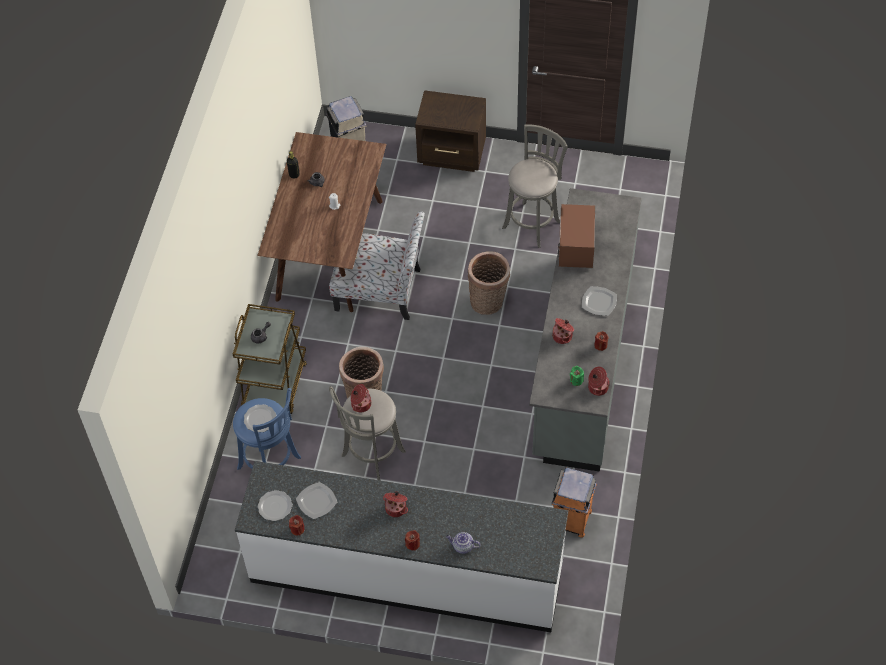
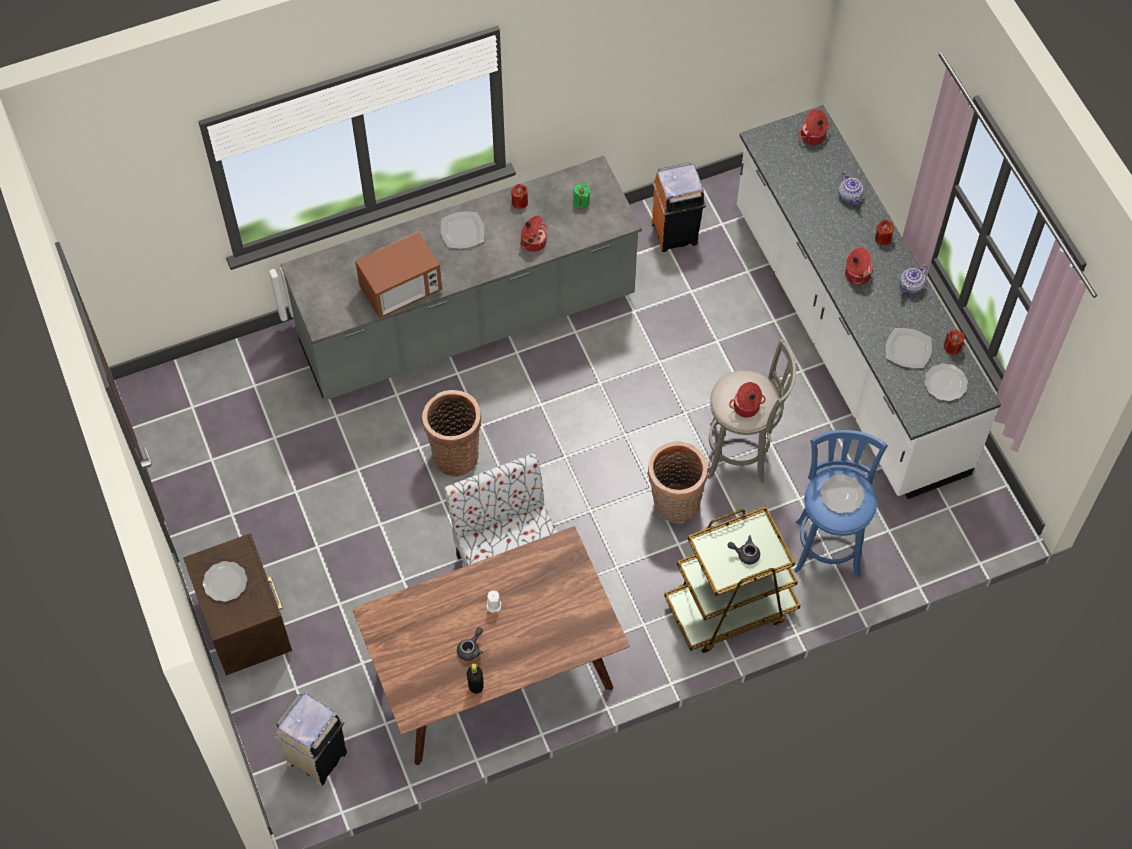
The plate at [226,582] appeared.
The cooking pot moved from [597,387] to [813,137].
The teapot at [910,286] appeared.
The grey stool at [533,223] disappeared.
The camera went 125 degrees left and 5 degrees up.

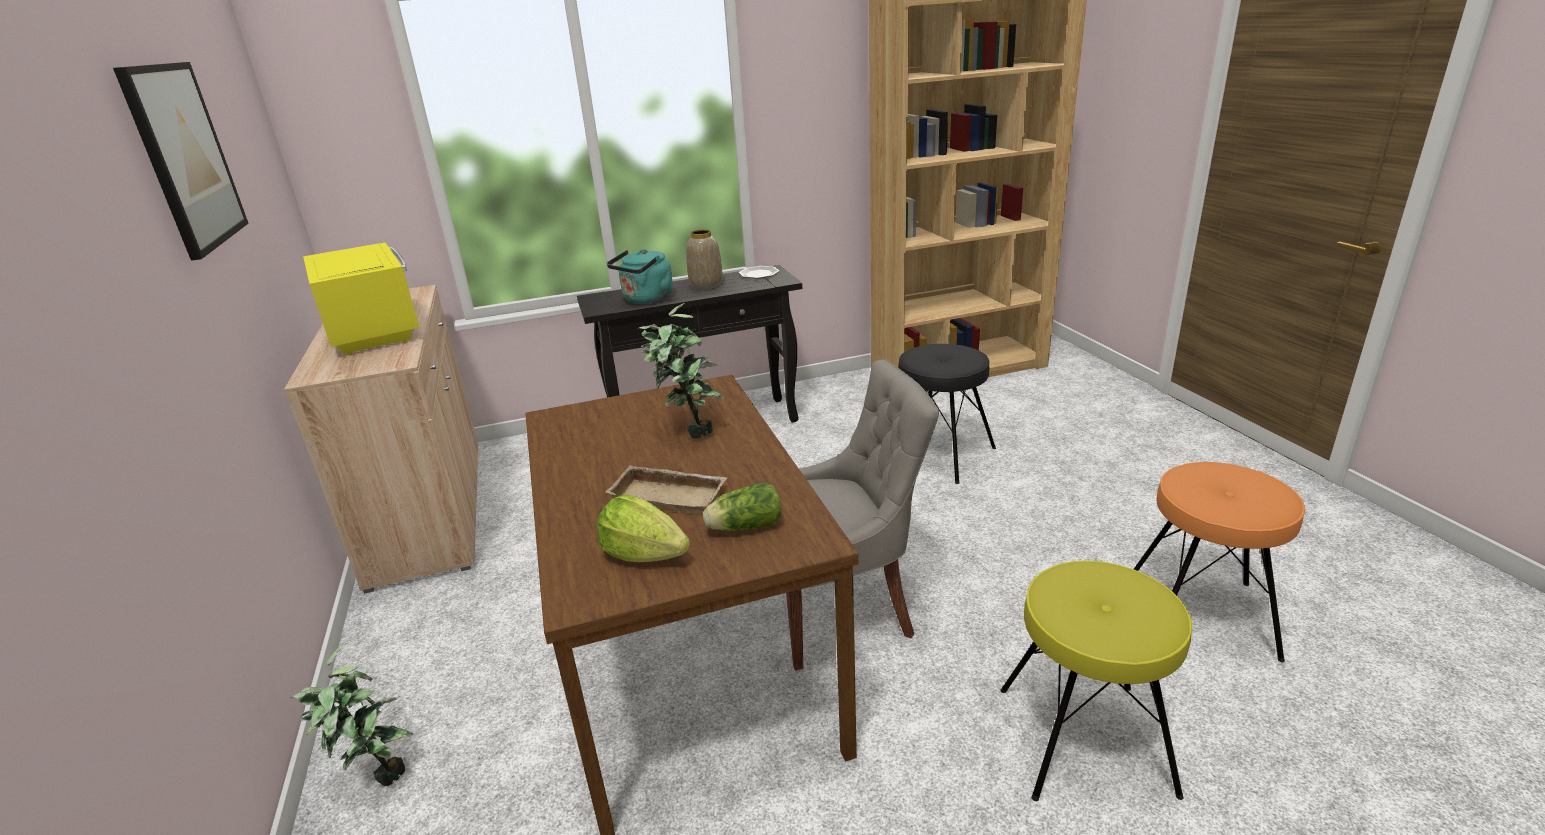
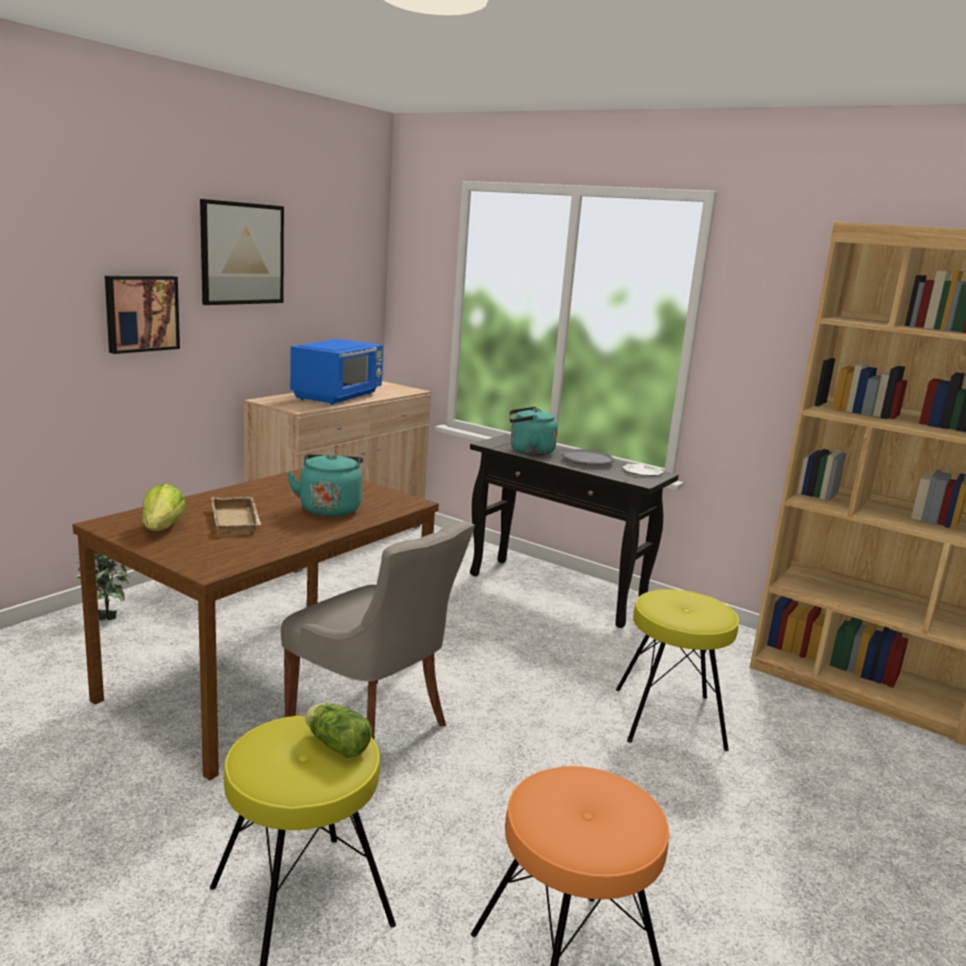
The picture at [141,313] appeared.
The potted plant at [688,432] was replaced by the turquoise kettle at [330,508].
The yellow microwave at [374,331] became the blue microwave at [338,396].
The lettuce moved from [743,527] to [335,744].
The vase at [705,285] was replaced by the grey plate at [587,461].
The black stool at [940,453] became the yellow stool at [670,718].
The camera went 50 degrees right and 10 degrees down.

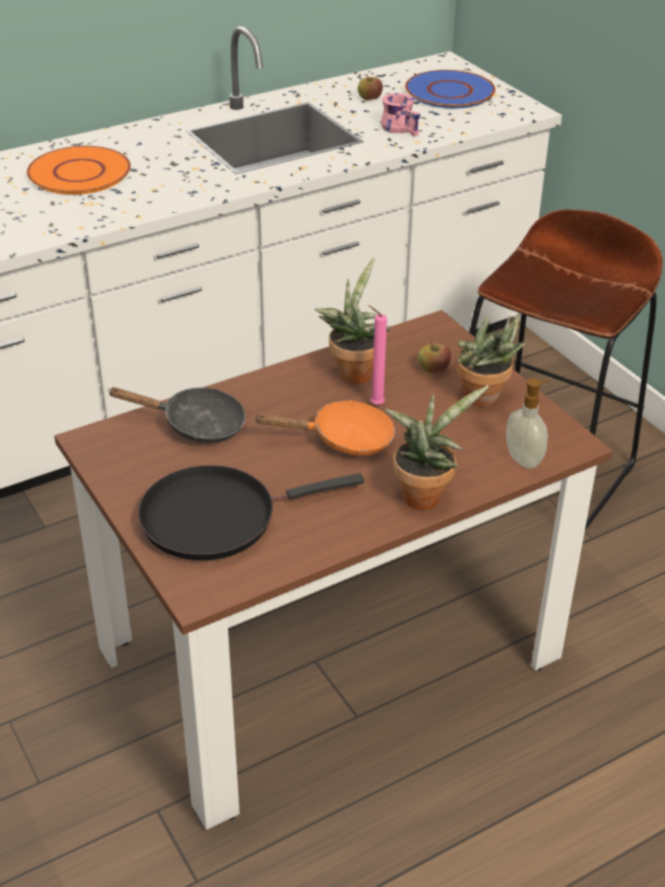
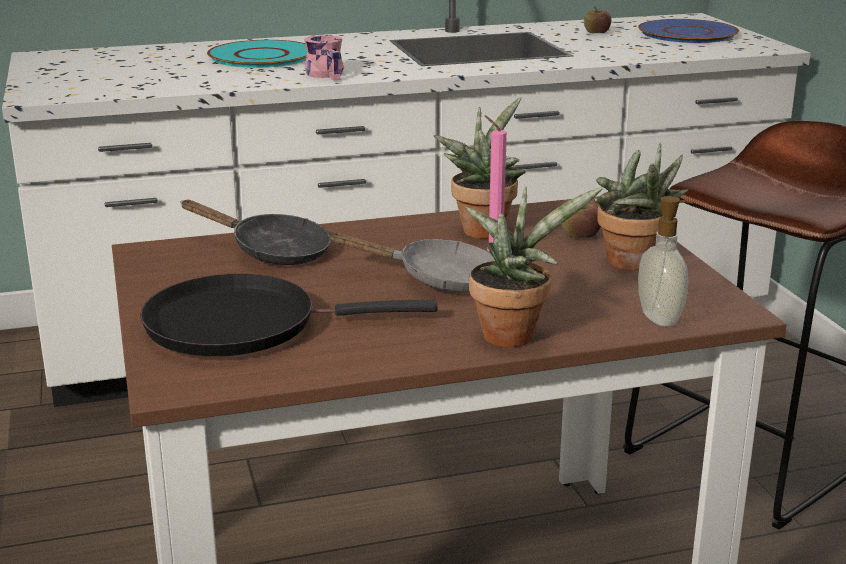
The orange plate at [79,173] became the turquoise plate at [262,56].
The pink mug moved from [402,128] to [329,74].
The orange frying pan at [344,439] became the grey frying pan at [438,279].
The camera went 15 degrees right and 15 degrees down.

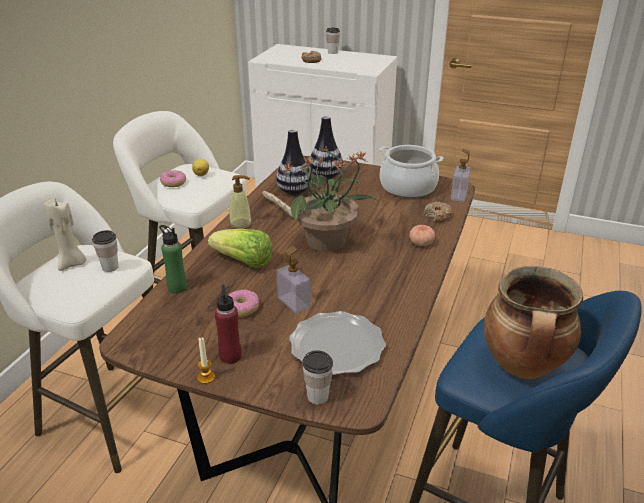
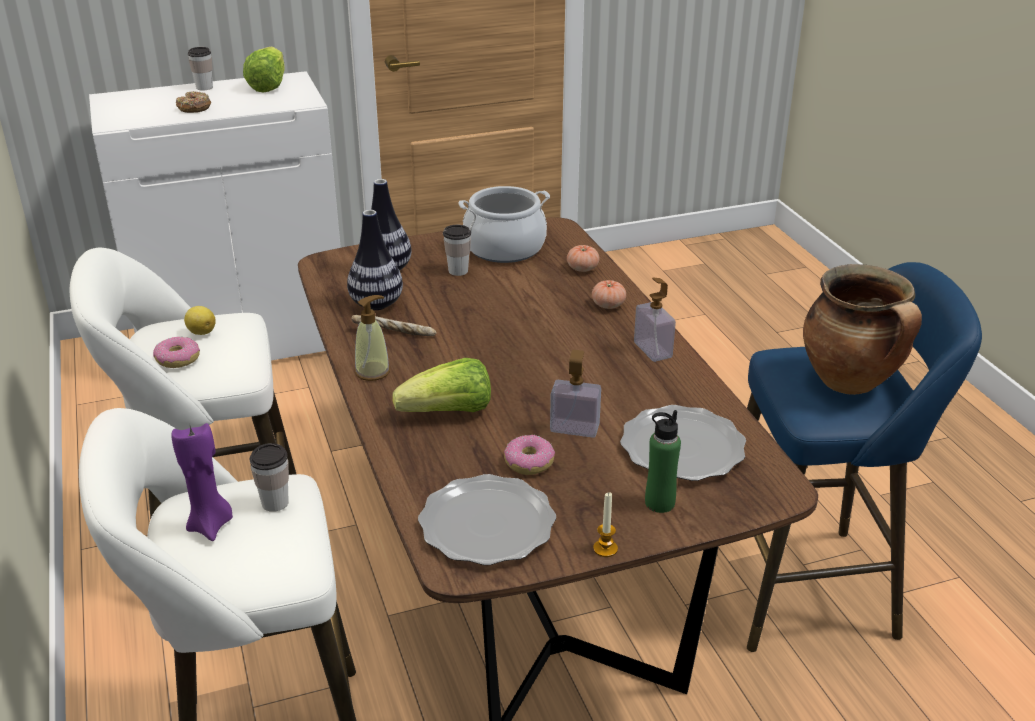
The beige candle at [72,264] became the purple candle at [211,525].
The lettuce at [268,85] appeared.
The plate at [486,525] appeared.
The cup moved from [317,396] to [458,271].
The donut at [437,216] was replaced by the tomato at [582,268].
The soap dispenser moved from [459,195] to [652,350].
The green bottle moved from [177,288] to [659,503].
The red bottle at [230,356] disappeared.
The potted plant at [327,241] disappeared.
The camera went 40 degrees left and 0 degrees up.

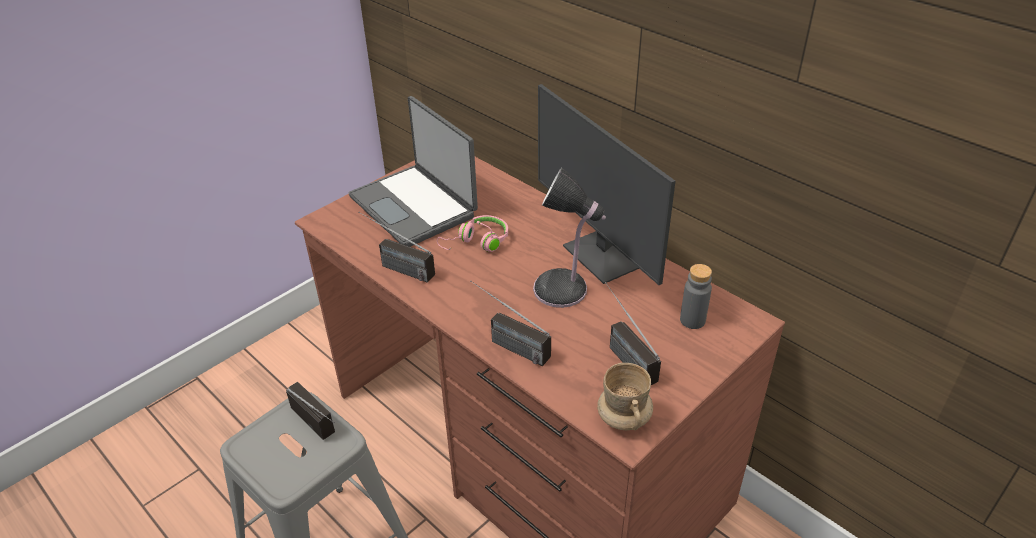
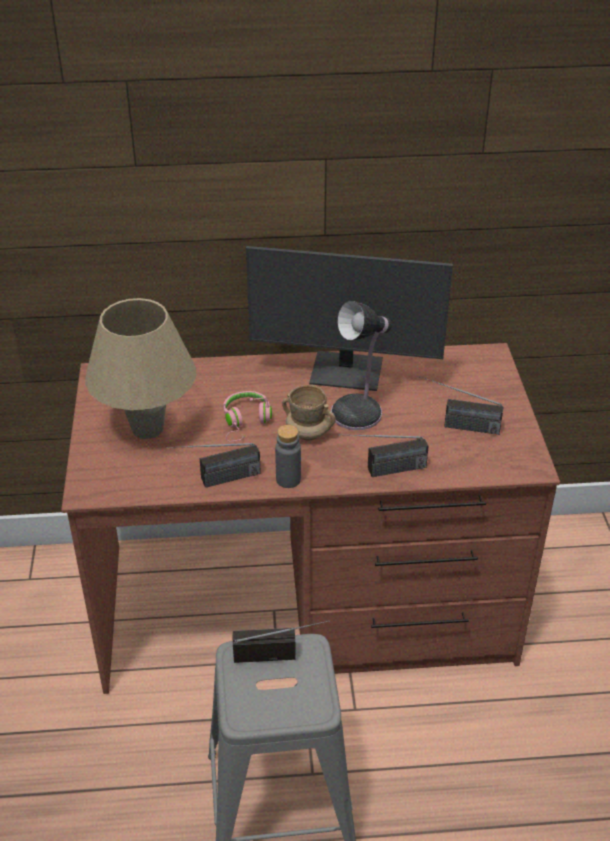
The laptop at [415,206] was replaced by the beige table lamp at [147,428].
The grey bottle moved from [692,320] to [288,479].
The beige mug moved from [624,418] to [308,433].
The camera went 50 degrees left and 0 degrees up.

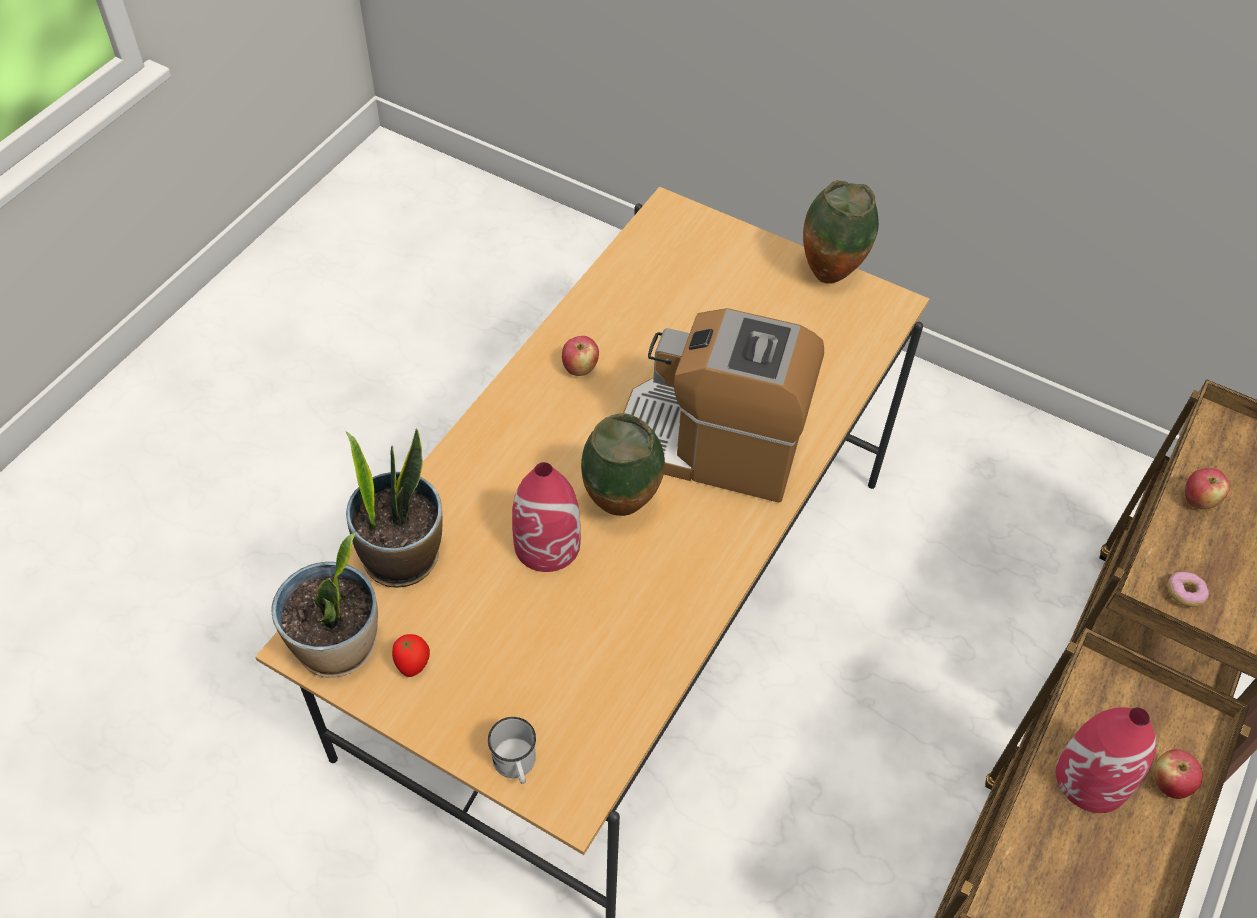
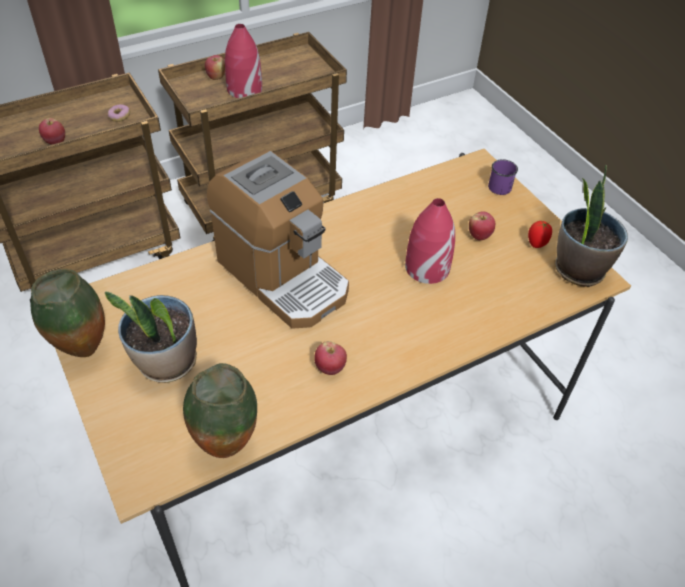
The potted plant moved from [402,556] to [166,363].
The vase moved from [622,509] to [225,445].
The apple at [479,236] appeared.
The white mug at [516,765] became the purple mug at [500,185].
The camera went 150 degrees left and 5 degrees down.

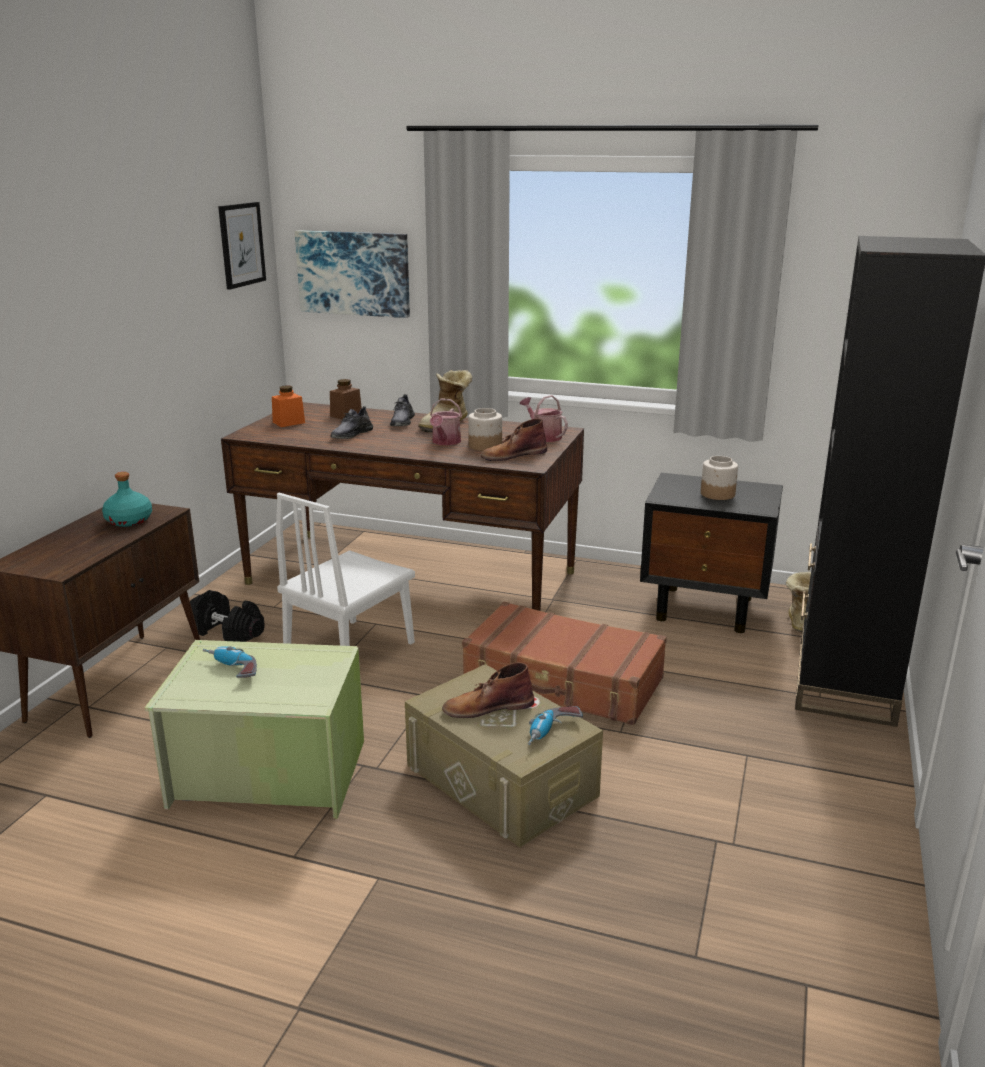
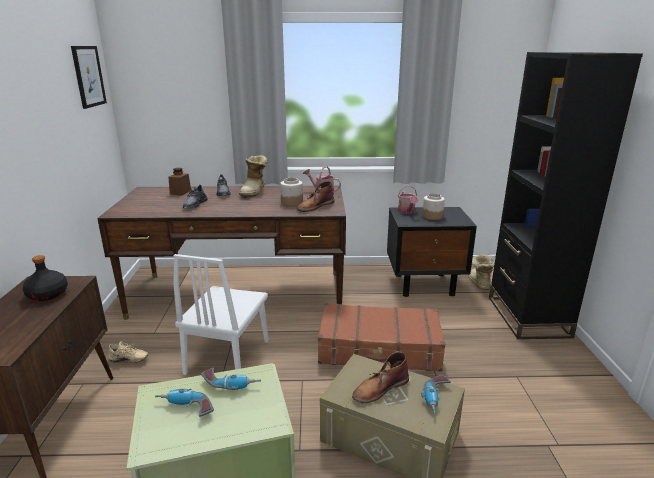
The turquoise bottle at [128,521] became the black bottle at [47,294].
The black dumbbell at [228,633] was replaced by the beige shoe at [128,361].
The power drill at [231,384] appeared.
The watering can moved from [445,442] to [407,212].
The orange jar at [288,422] disappeared.
The picture at [354,273] disappeared.
The camera went 20 degrees left and 0 degrees up.

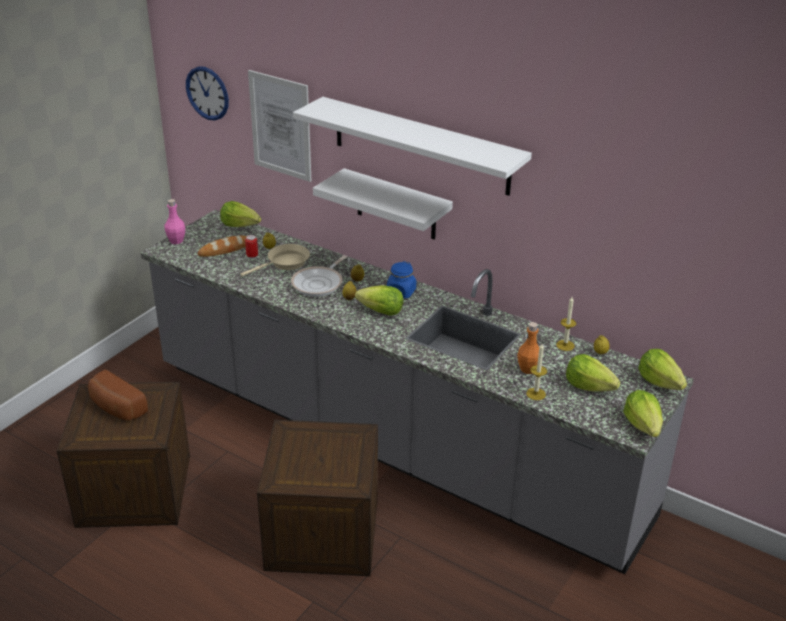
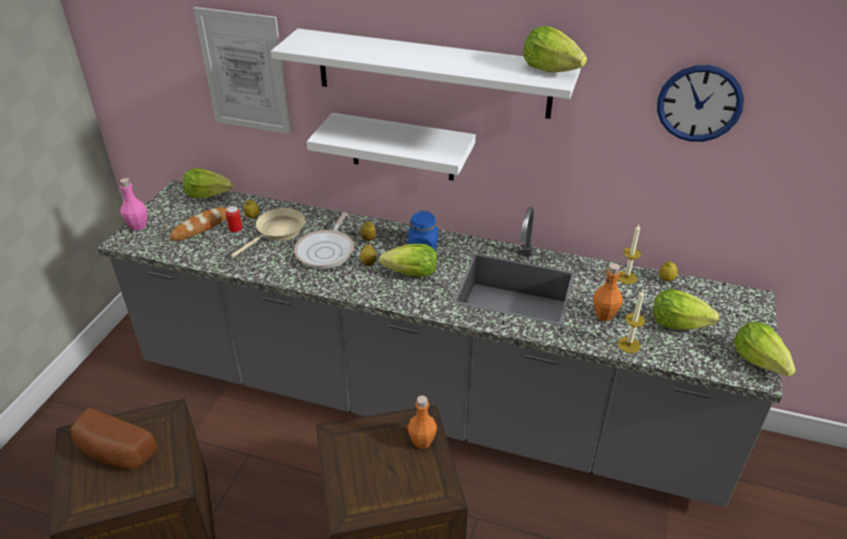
The orange bottle at [422,441] appeared.
The lettuce moved from [659,382] to [550,69].
The wall clock moved from [207,93] to [699,103].
The camera went 15 degrees left and 5 degrees up.

